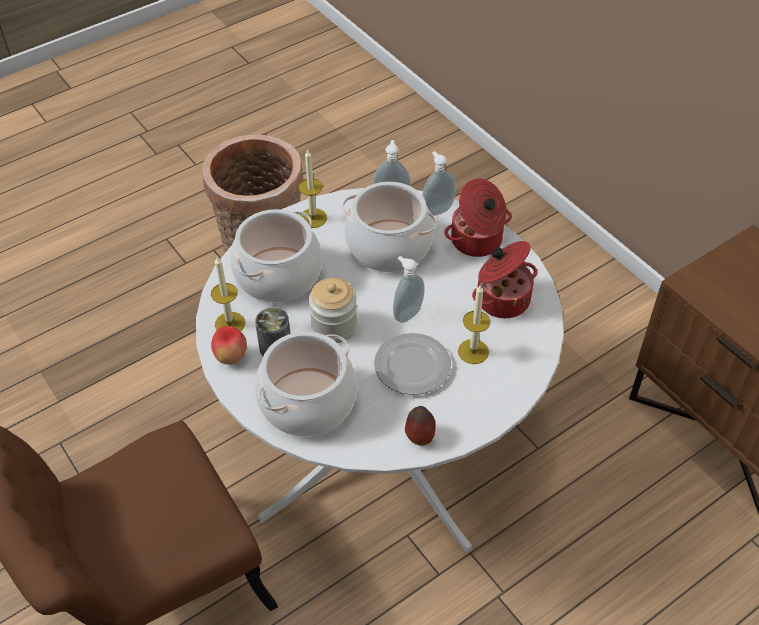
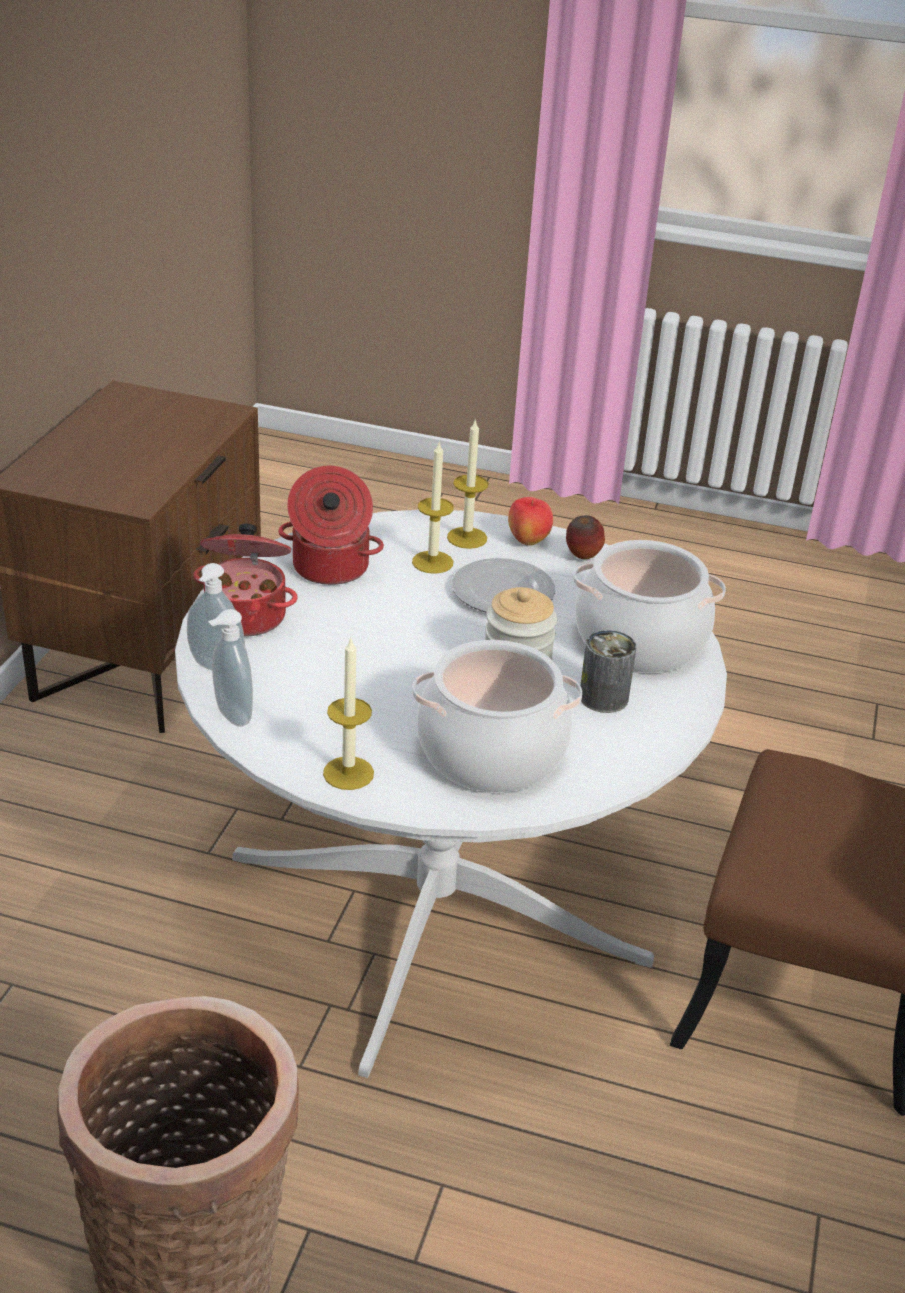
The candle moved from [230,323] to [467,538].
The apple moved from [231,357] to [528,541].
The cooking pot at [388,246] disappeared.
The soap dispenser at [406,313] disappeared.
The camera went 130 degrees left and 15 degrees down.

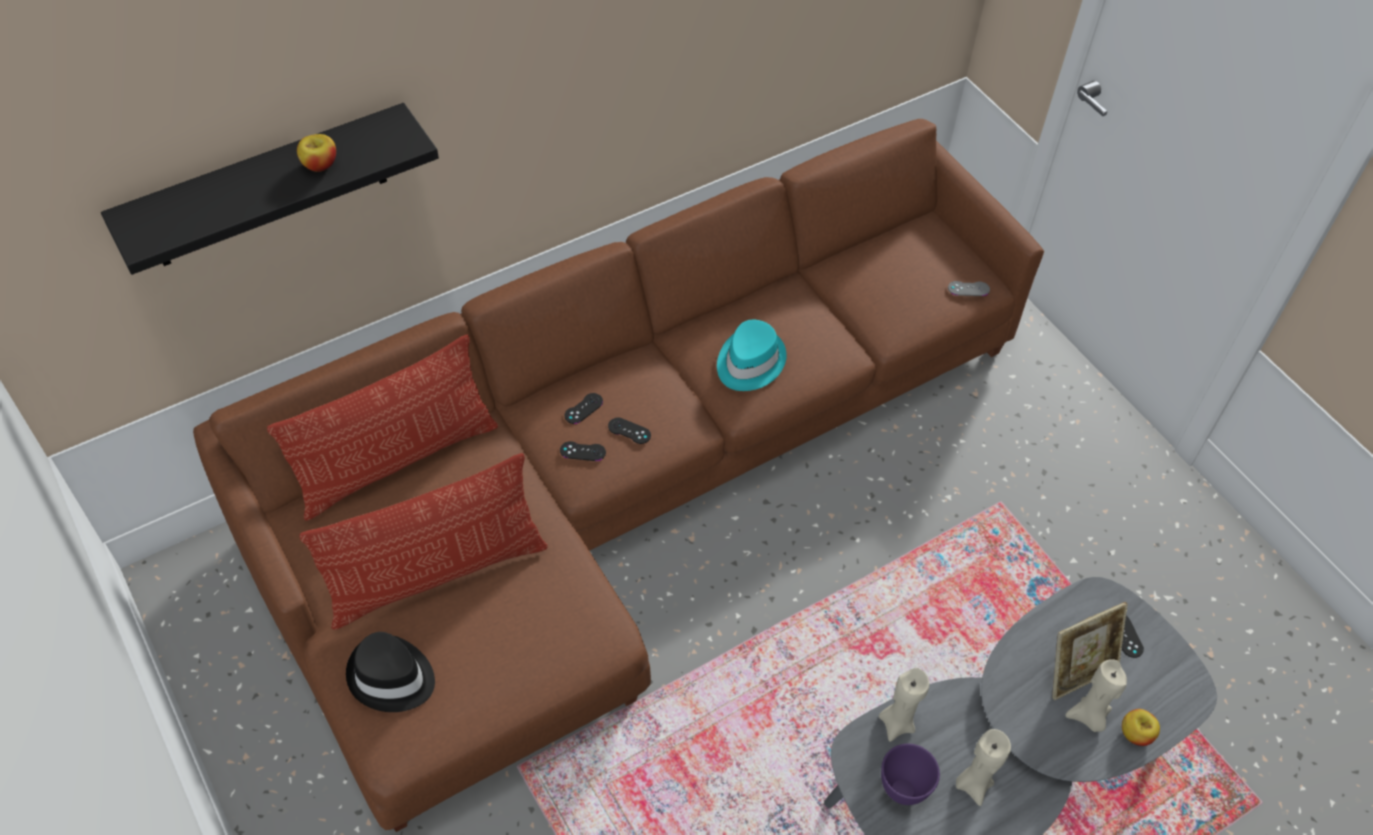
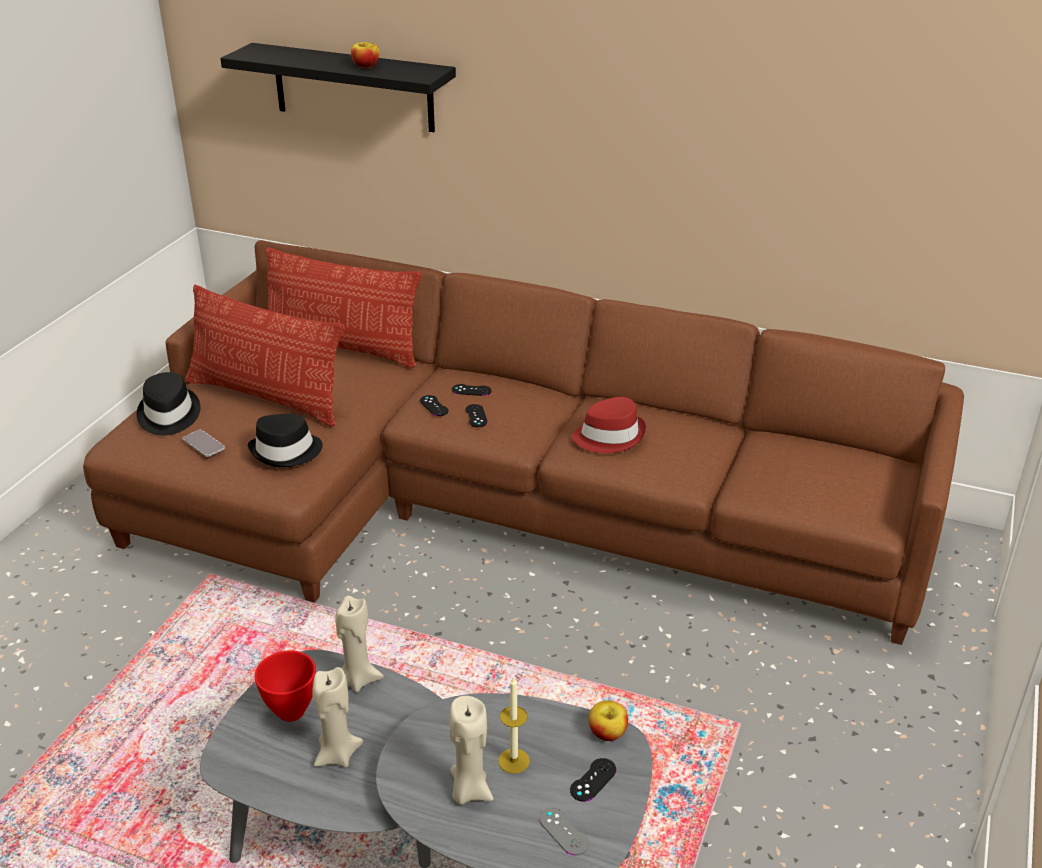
The phone at [203,444] appeared.
The black hat at [286,452] appeared.
The purple bowl at [902,789] became the red bowl at [293,711].
The picture frame at [1077,671] was replaced by the candle at [514,761].
The grey game controller moved from [968,289] to [564,831].
The turquoise hat at [749,362] became the red hat at [609,436].
The apple moved from [1135,734] to [607,733].
The camera went 55 degrees right and 20 degrees down.

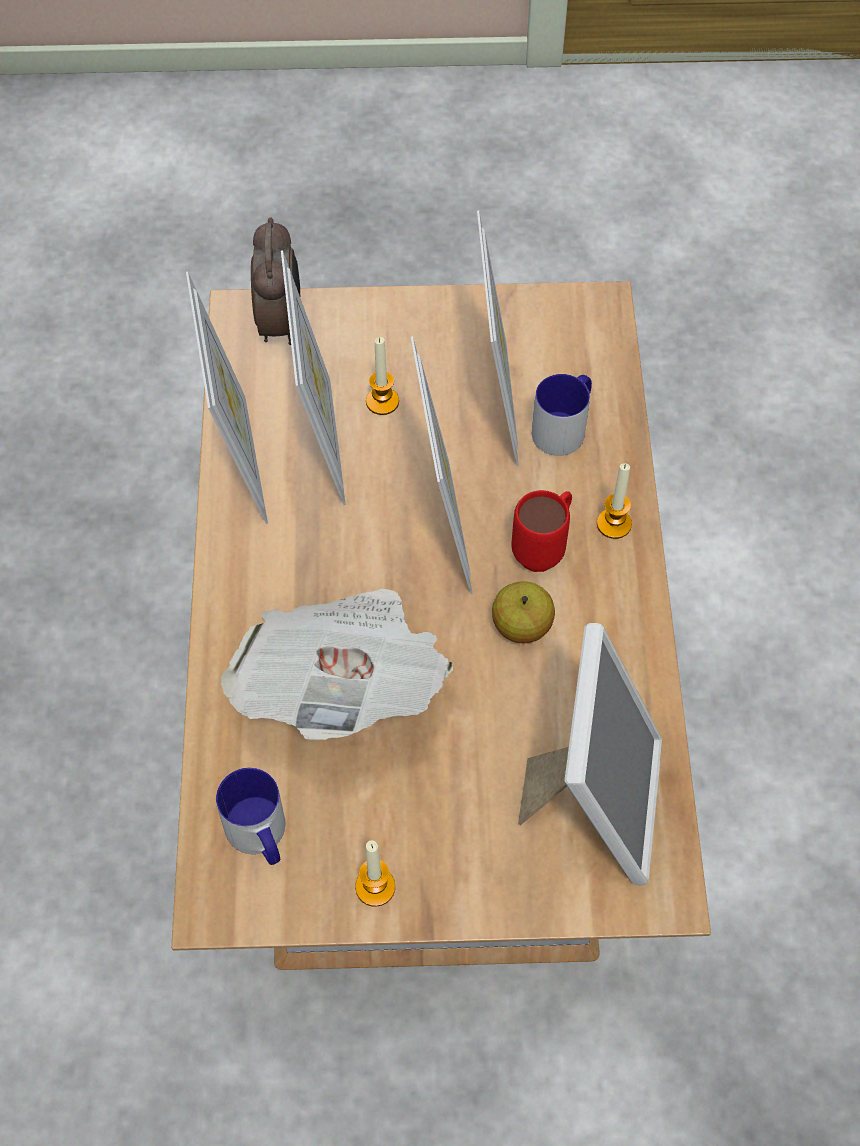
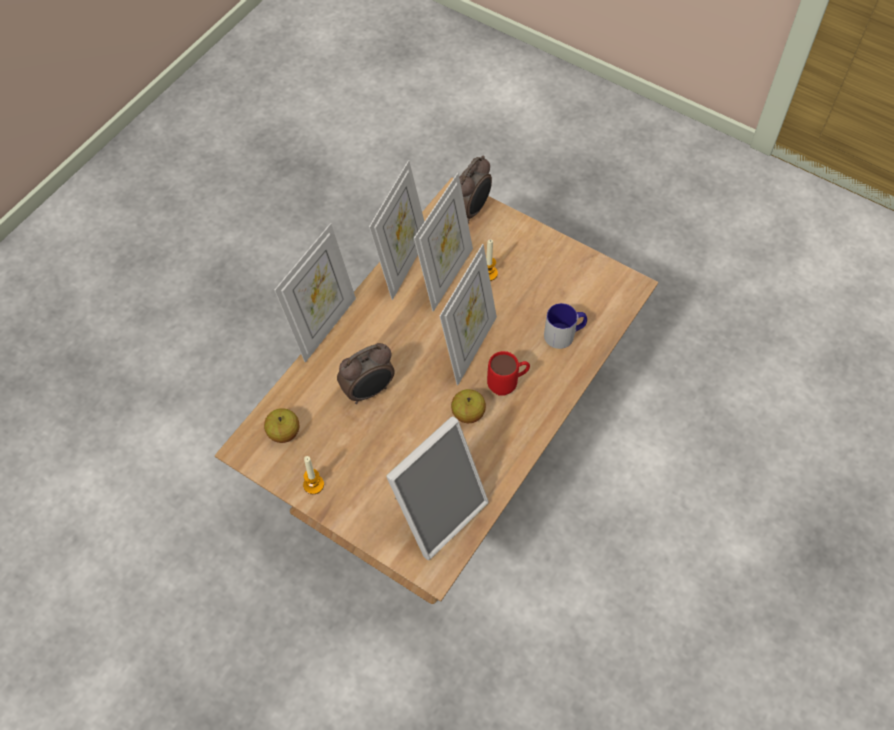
The mug at [260,836] was replaced by the apple at [284,433].
The picture frame moved from [494,403] to [323,325].
The newspaper at [344,685] was replaced by the alarm clock at [368,391].
The candle at [614,524] disappeared.
The camera went 35 degrees right and 0 degrees up.

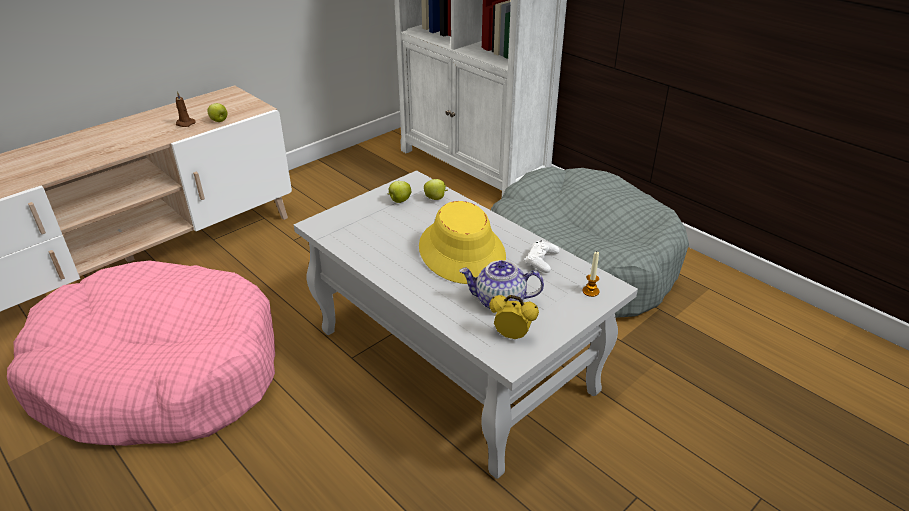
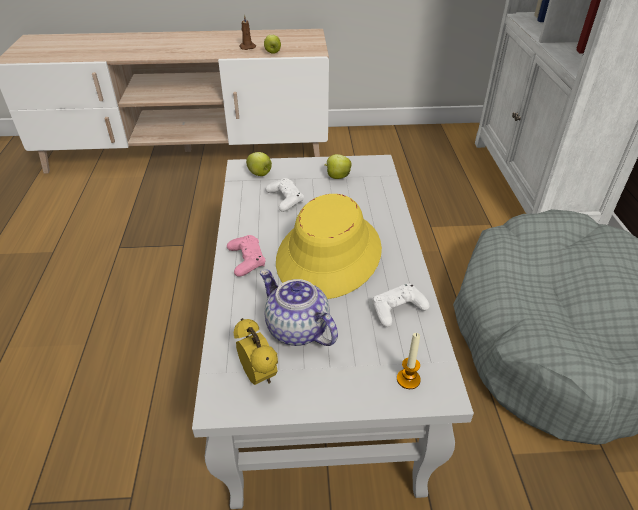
The pink game controller at [246,260] appeared.
The apple moved from [436,198] to [260,174].
The white game controller at [285,199] appeared.
The pink dog bed at [159,373] disappeared.
The camera went 40 degrees right and 5 degrees up.

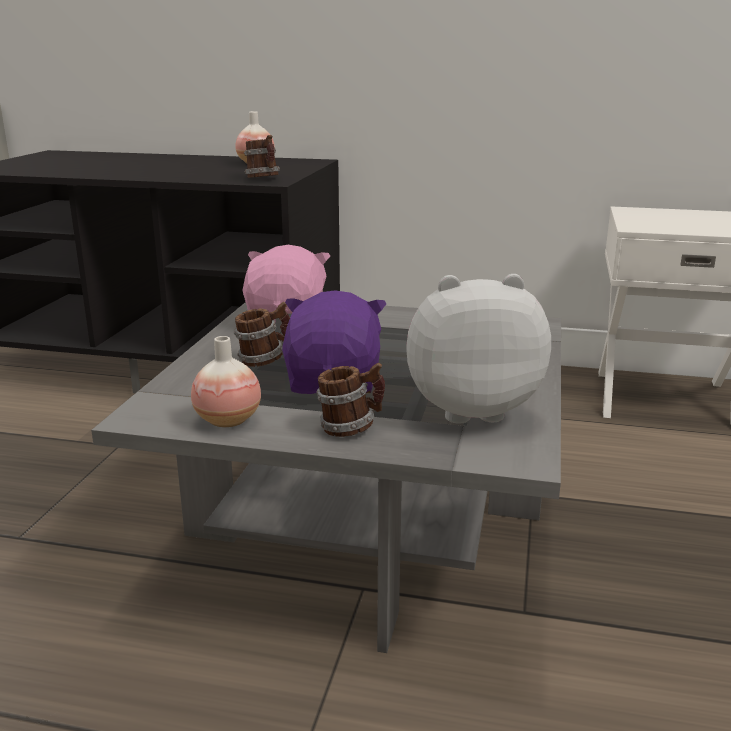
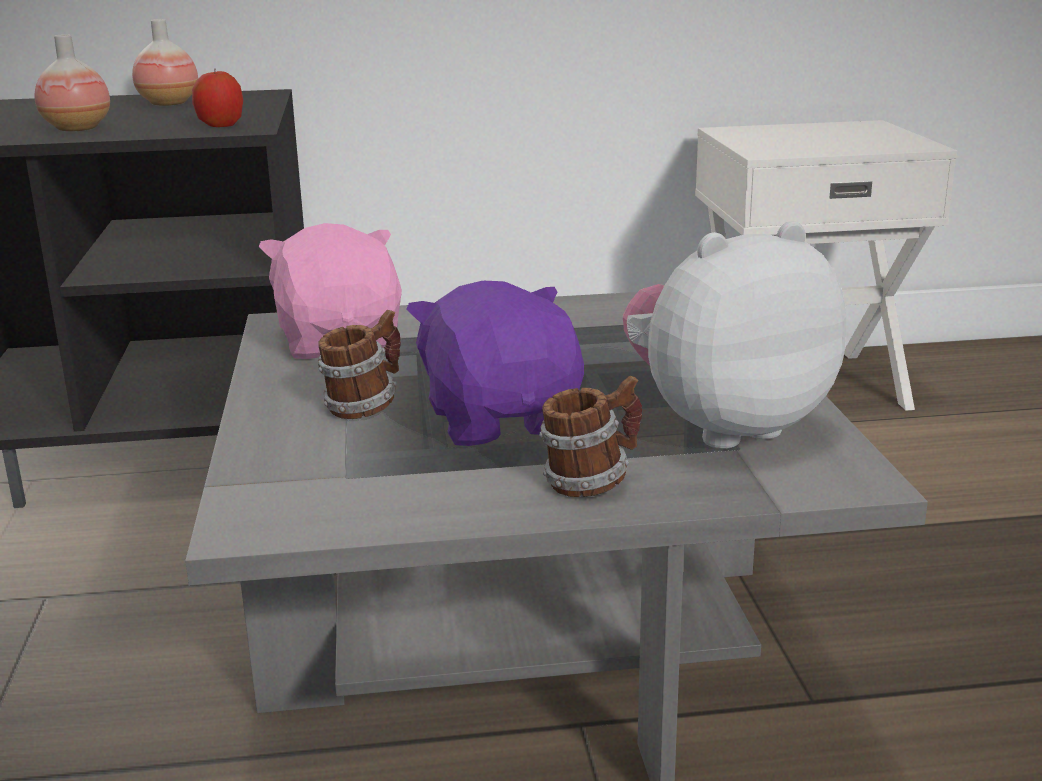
The vase moved from [228,420] to [77,129].
The mug at [264,179] was replaced by the apple at [221,125].
The camera went 20 degrees left and 0 degrees up.

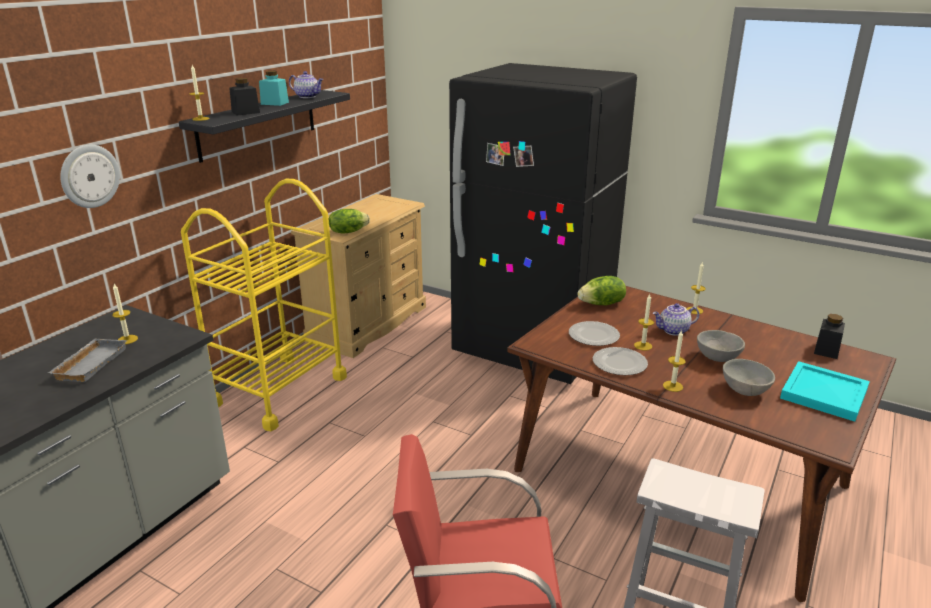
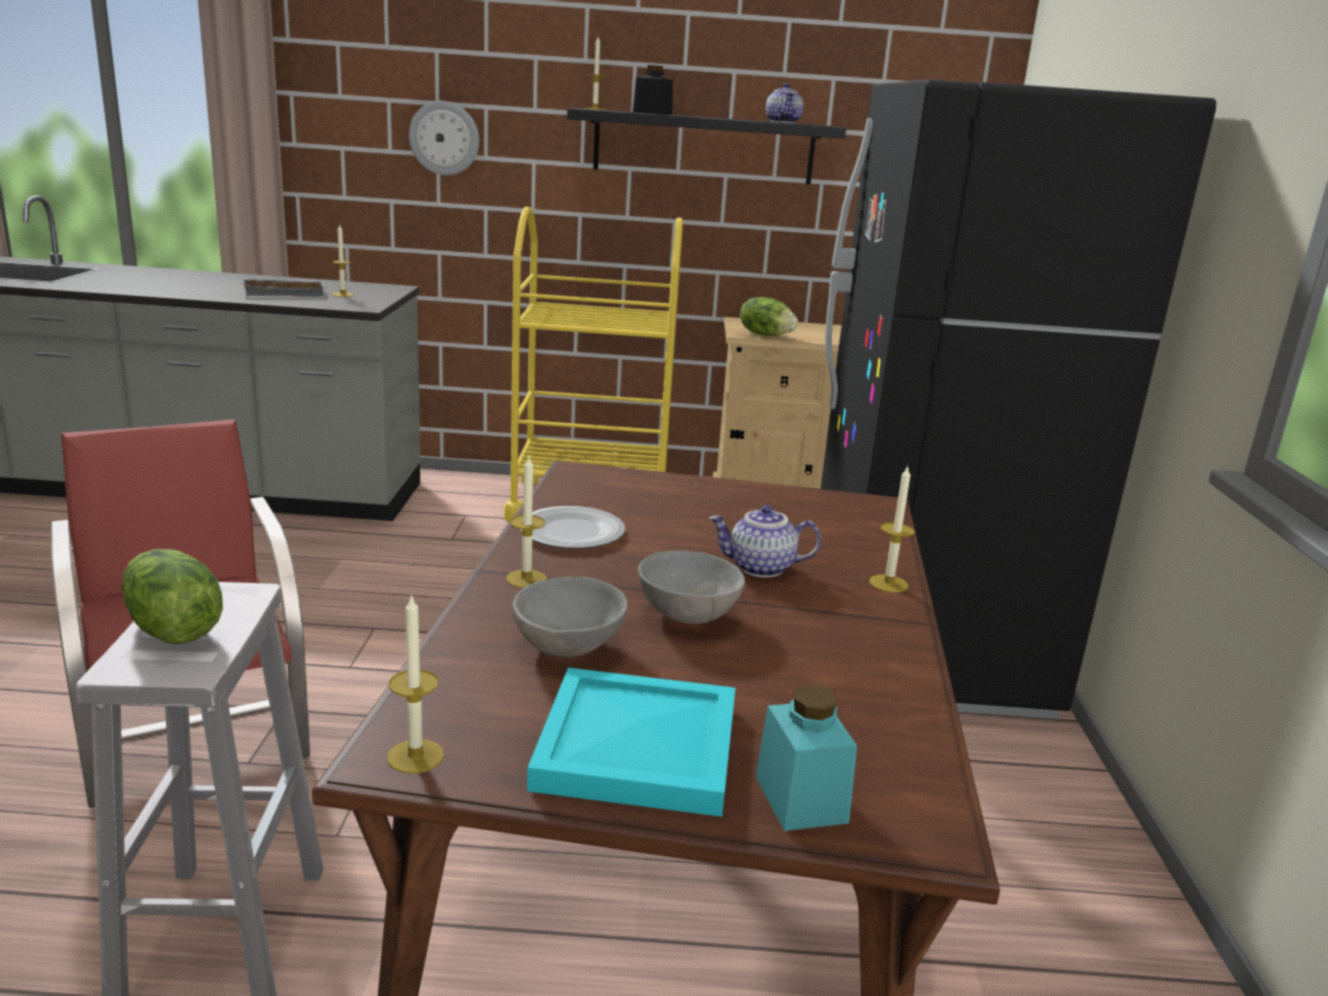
The lettuce moved from [602,304] to [171,630].
The candle moved from [643,346] to [415,756].
The teapot at [673,331] turned 45 degrees counterclockwise.
The turquoise jar moved from [274,103] to [801,799].
The plate at [594,335] disappeared.
The black jar at [826,350] disappeared.
The camera went 60 degrees right and 5 degrees down.

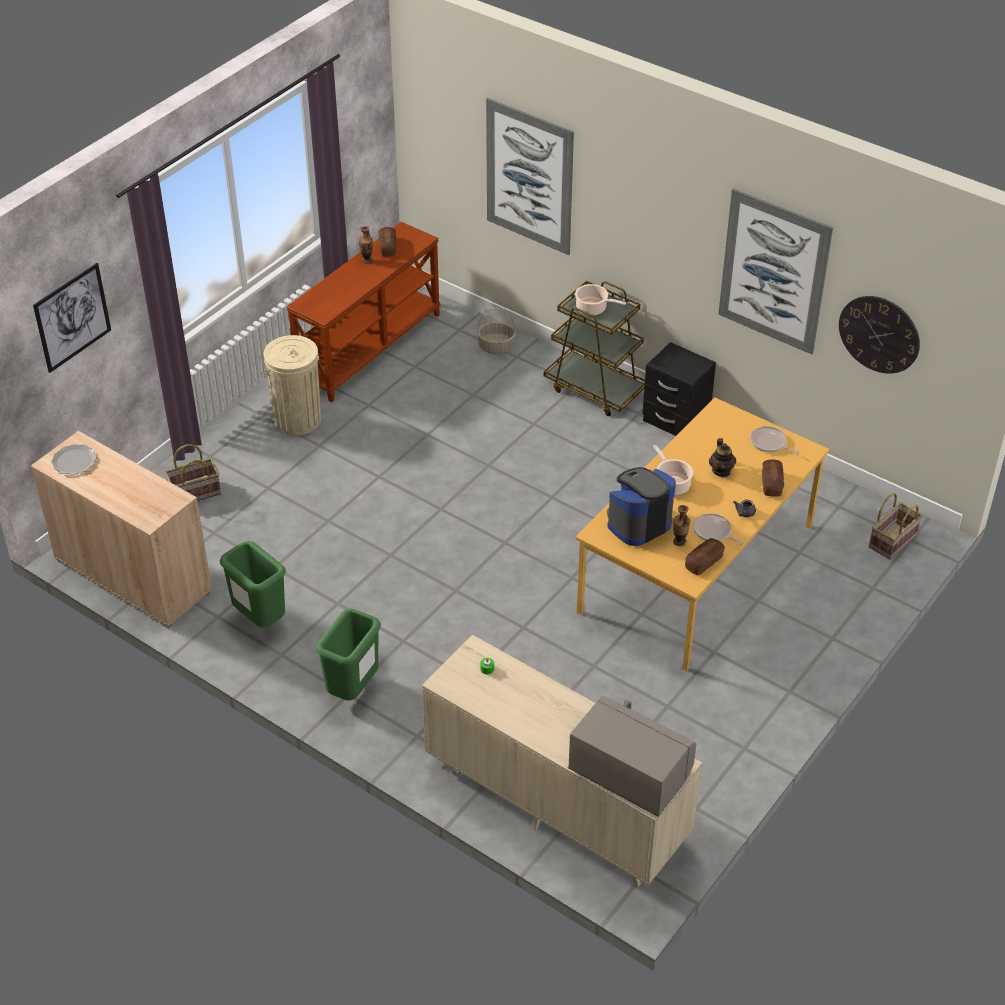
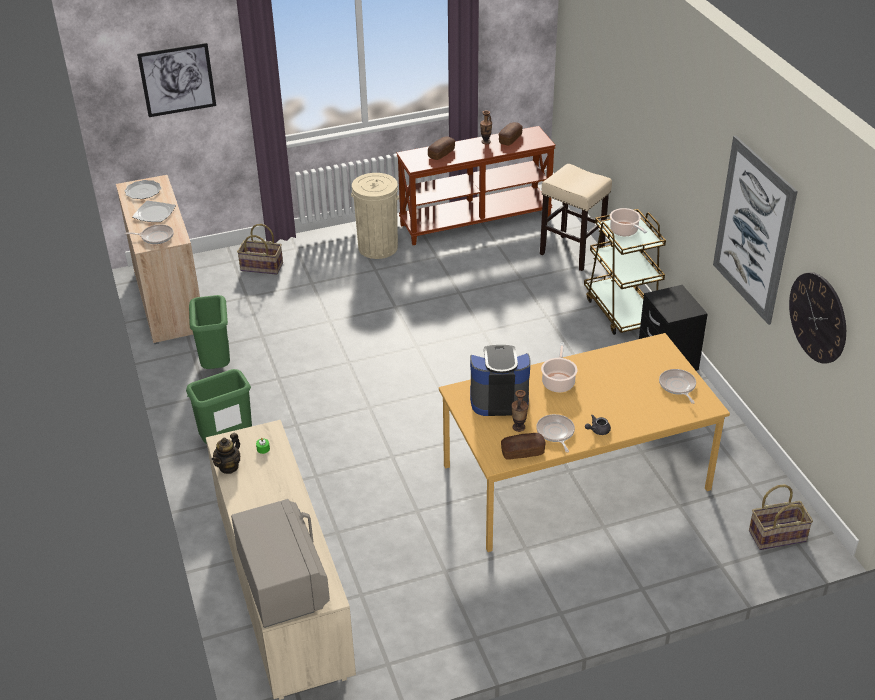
The frying pan at [155,237] appeared.
The plate at [154,213] appeared.
The teapot moved from [721,471] to [229,466].
The bread moved from [771,484] to [441,153].
The basket at [496,346] was replaced by the beige stool at [572,253].
The picture at [529,177] disappeared.
The camera went 35 degrees right and 5 degrees down.

